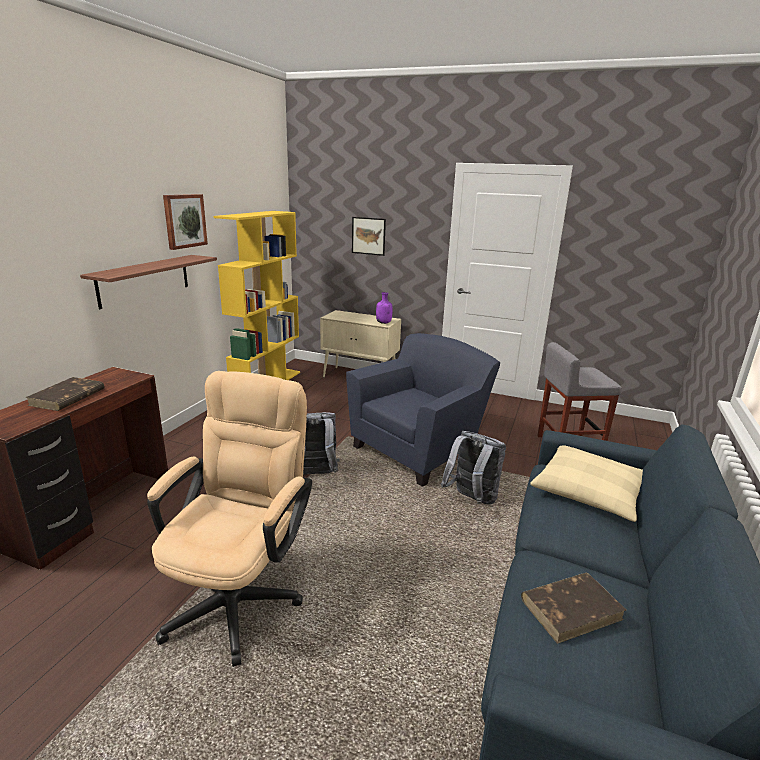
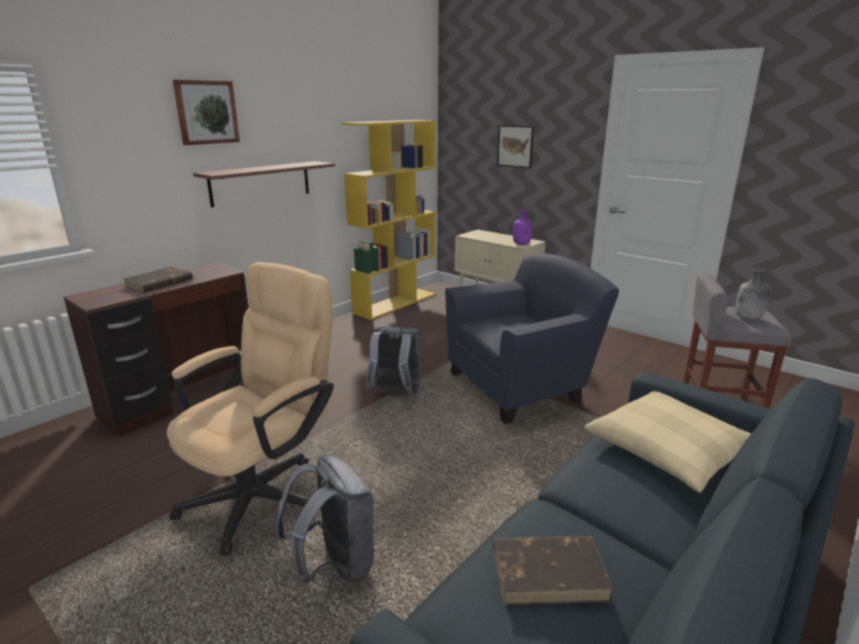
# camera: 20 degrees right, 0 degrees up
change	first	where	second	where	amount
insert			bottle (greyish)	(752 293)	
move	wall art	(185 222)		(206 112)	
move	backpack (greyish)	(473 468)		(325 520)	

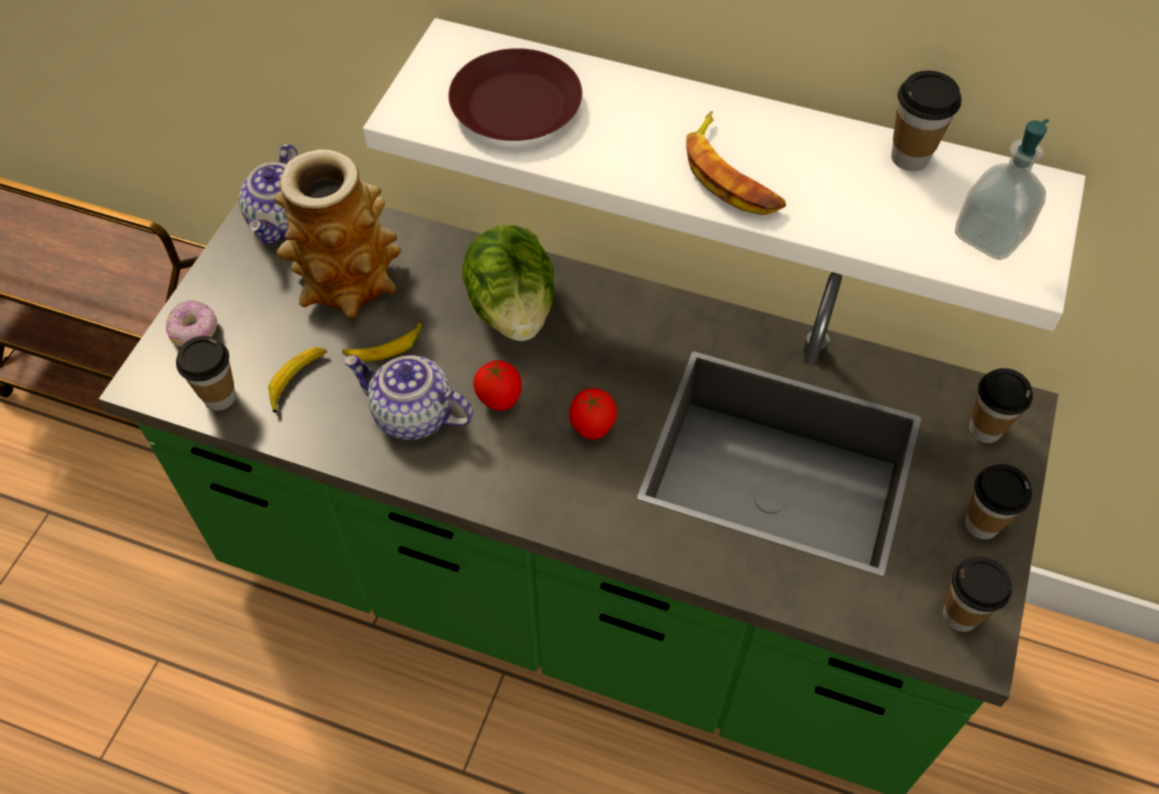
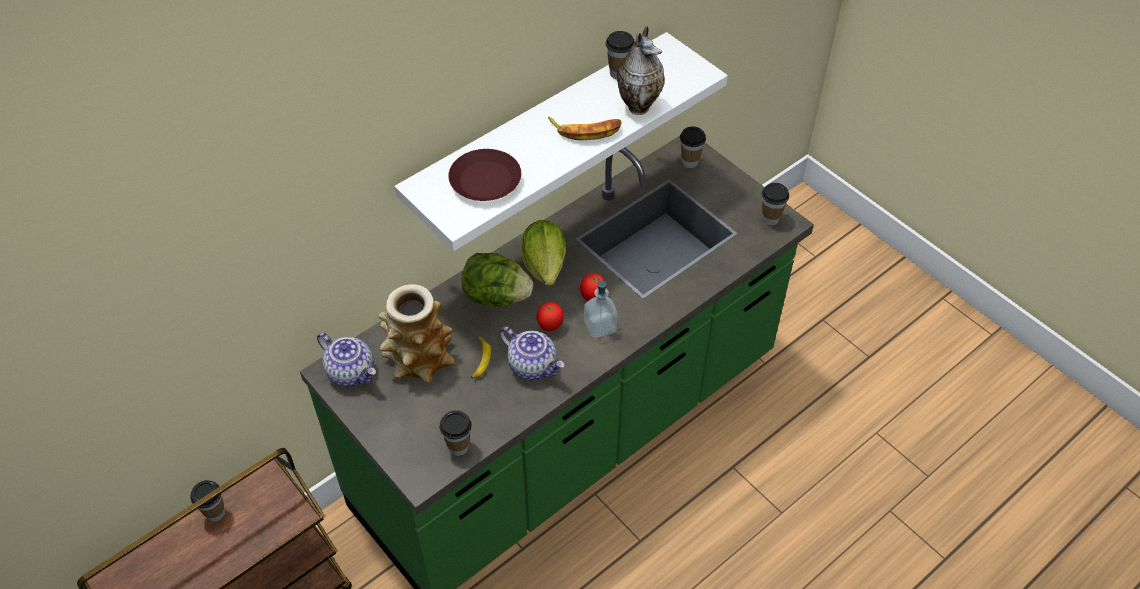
# camera: 60 degrees left, 5 degrees down
change	first	where	second	where	amount
delete	ring doughnut	(192 323)			
delete	banana	(297 380)			
insert			head of lettuce	(544 253)	
insert			vase	(641 70)	
move	soap dispenser	(1002 189)		(601 308)	
move	drinking cup	(998 501)		(207 501)	
rotate	pot for tea	(408 397)		(531 353)	105 degrees counterclockwise

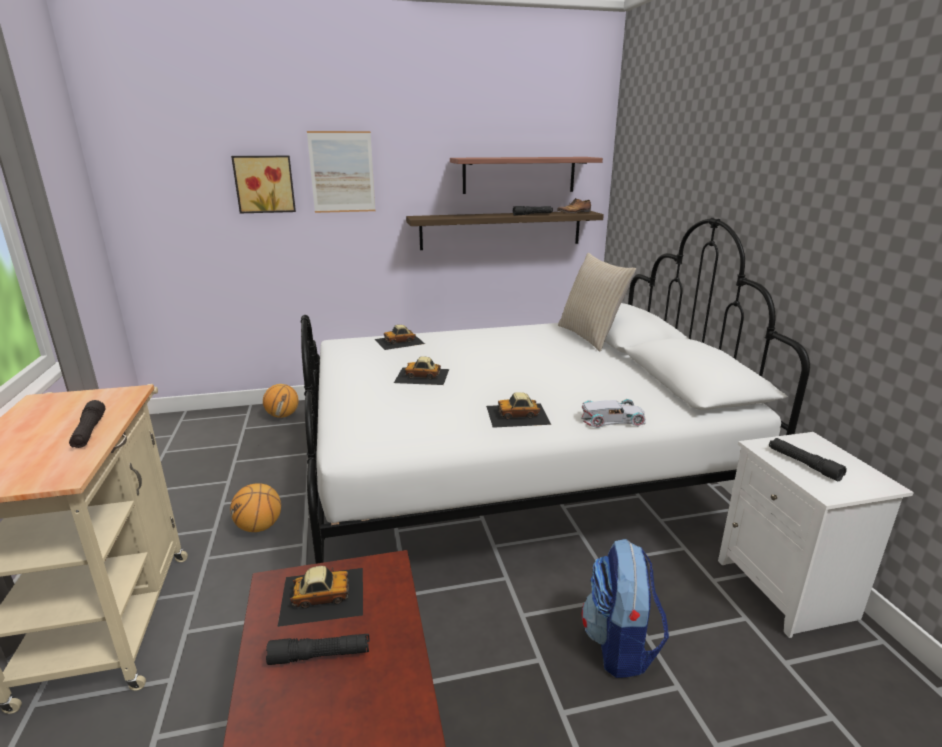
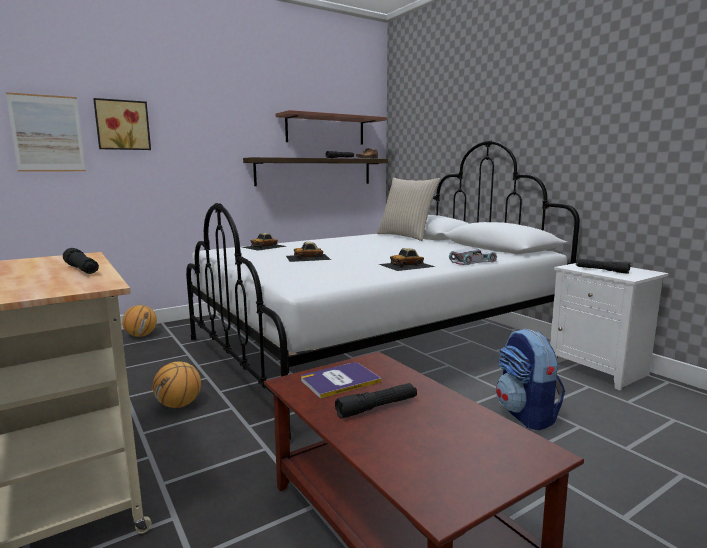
# camera: 20 degrees left, 10 degrees down
change	first	where	second	where	amount
move	wall art	(341 172)		(46 132)	
replace	miniature car	(320 596)	bound book	(341 381)	

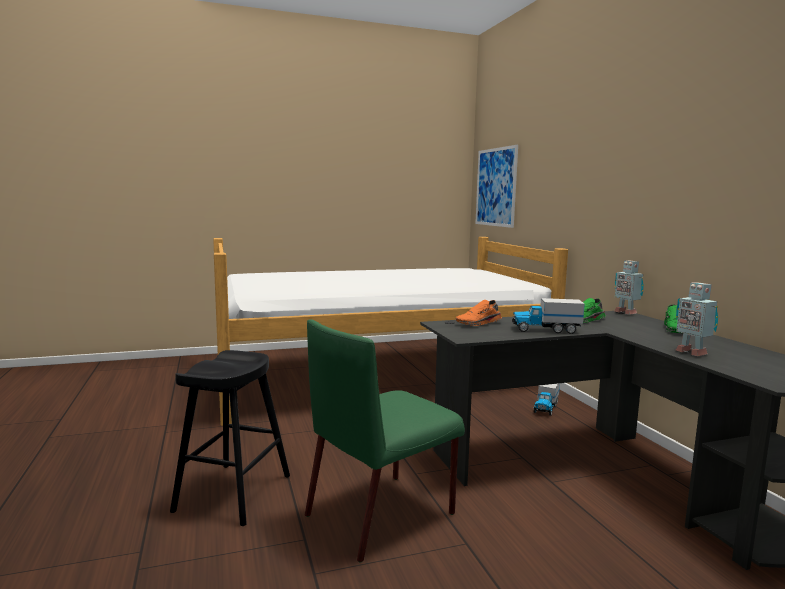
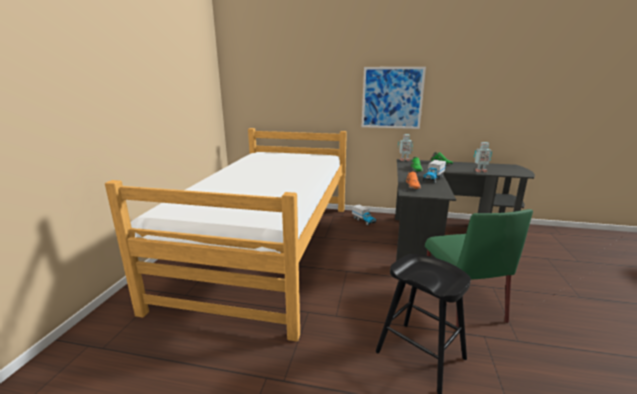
# camera: 60 degrees left, 10 degrees up
change	first	where	second	where	amount
move	wall art	(496 186)		(393 98)	

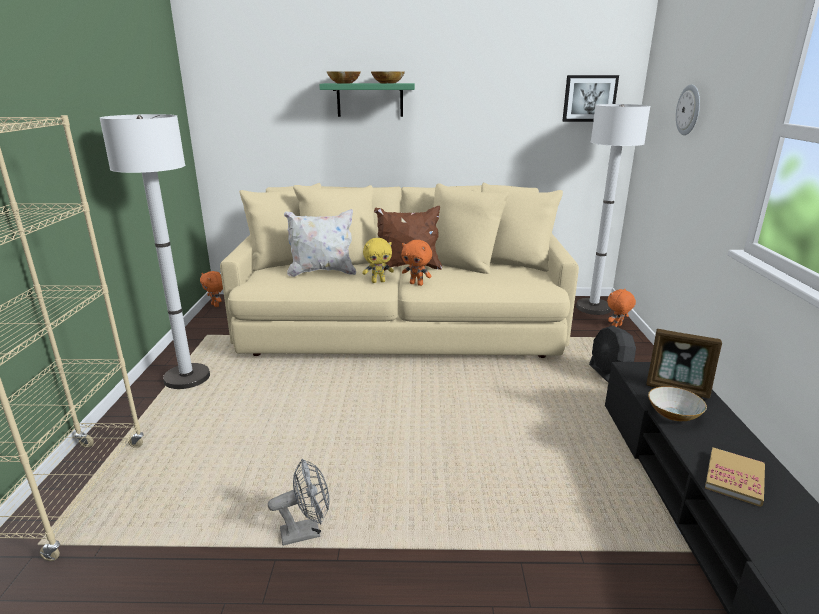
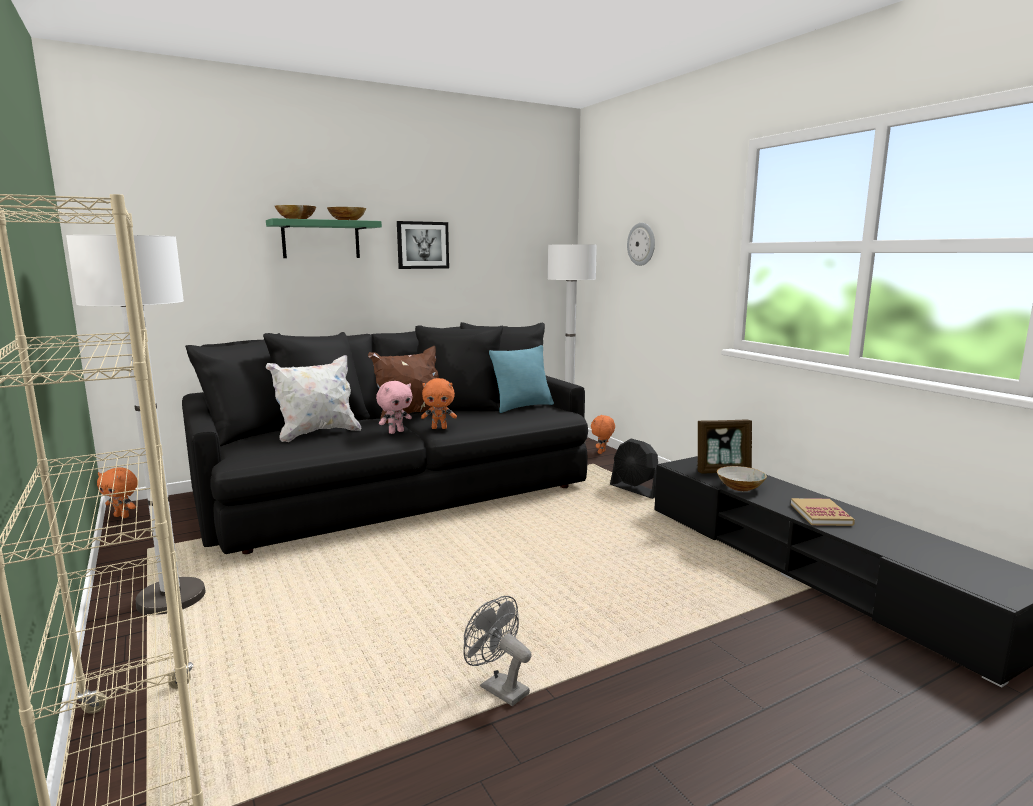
# camera: 30 degrees left, 10 degrees down
change	first	where	second	where	amount
insert			pillow (turquoise)	(521 379)	
move	wall art	(591 98)		(423 245)	
recolor	settee (sand-coloured)	(399 270)	settee (black-coloured)	(385 438)	
recolor	plush toy (yellowish)	(378 260)	plush toy (pink-coloured)	(394 407)	
rotate	cooling fan (greyish)	(299 502)		(498 651)	90 degrees counterclockwise

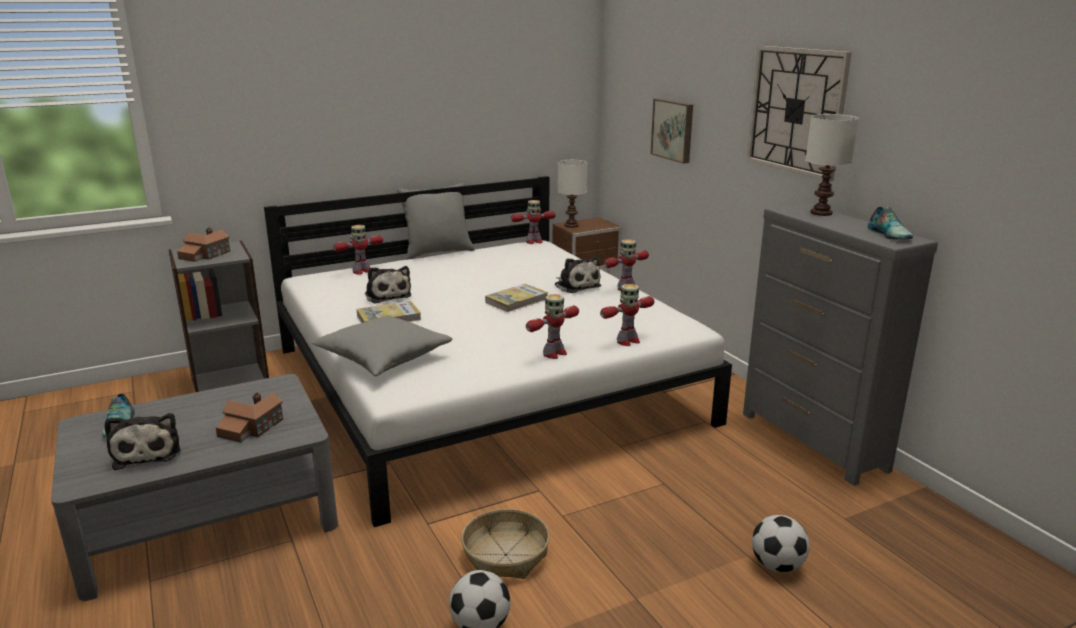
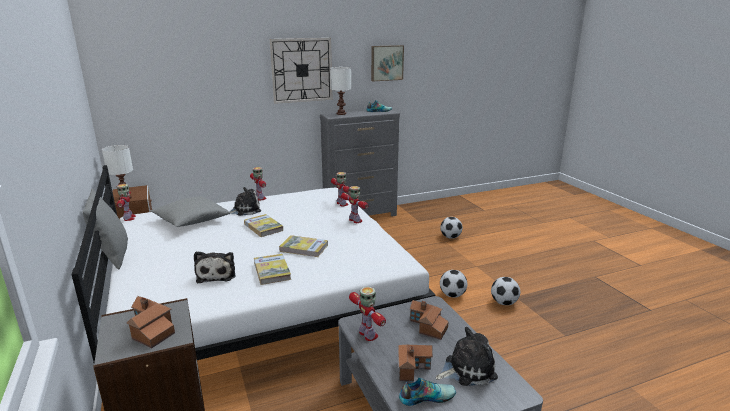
# camera: 85 degrees left, 0 degrees up
change	first	where	second	where	amount
insert			bound book	(303 246)	
insert			miniature house	(415 363)	
move	pillow (greyish)	(382 345)		(190 211)	
move	toy robot	(358 250)		(367 314)	
move	wall art	(671 131)		(387 63)	
replace	storage basket	(505 544)	ball for football	(453 284)	
rotate	plush toy	(388 285)		(215 267)	105 degrees clockwise

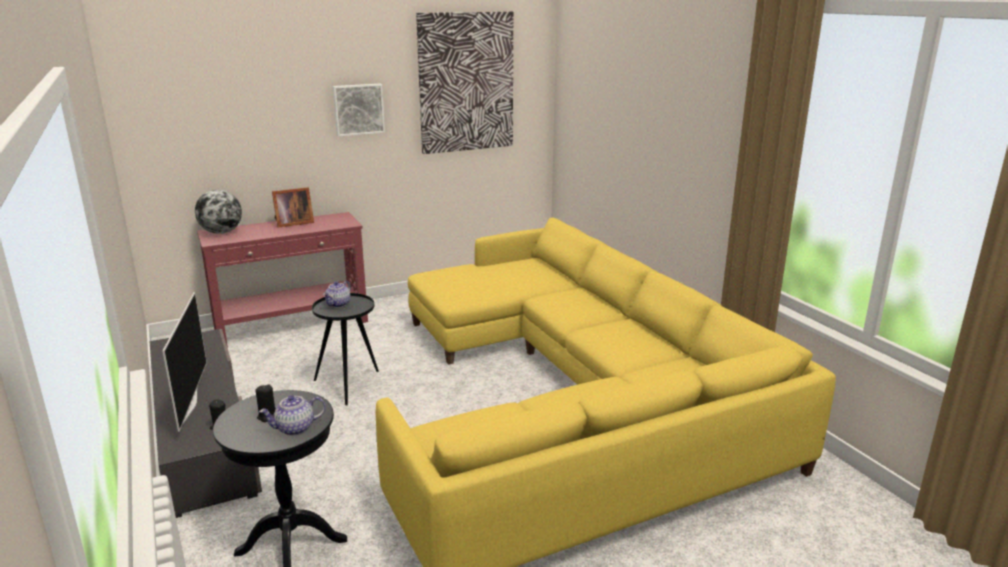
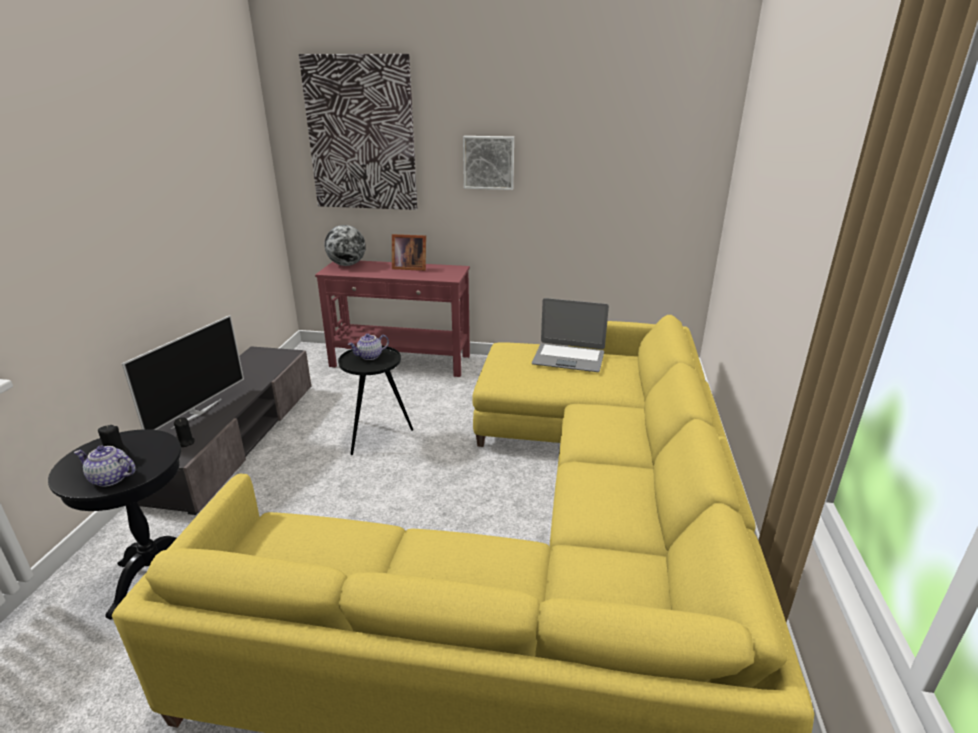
# camera: 35 degrees right, 5 degrees up
change	first	where	second	where	amount
insert			portable computer	(570 335)	
move	wall art	(464 82)		(358 132)	

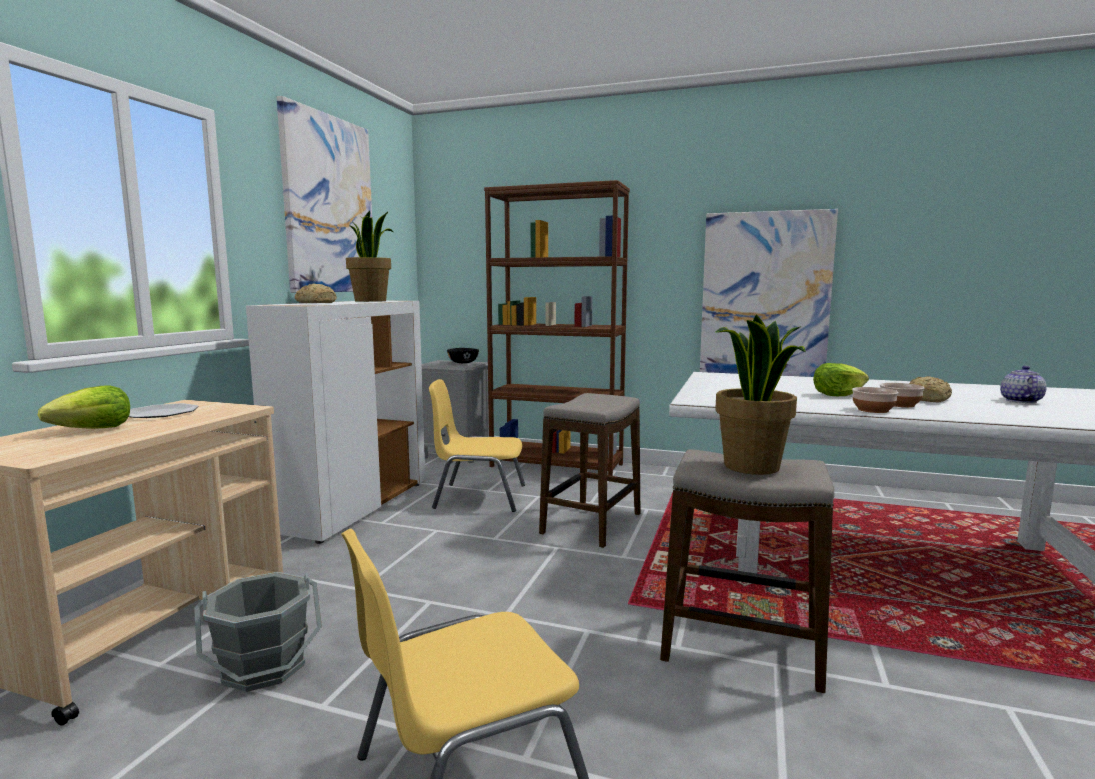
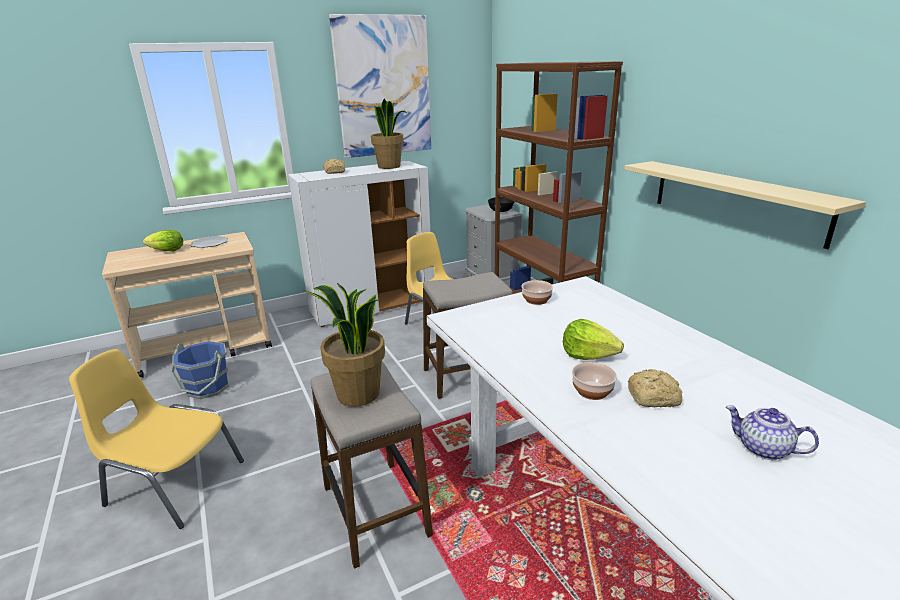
# camera: 45 degrees right, 15 degrees up
change	first	where	second	where	amount
move	serving bowl	(875 400)		(537 292)	
replace	wall art	(769 293)	shelf (sand-coloured)	(745 205)	
recolor	pail (greyish)	(258 632)	pail (bluish)	(199 370)	
rotate	pot for tea	(1023 384)		(772 432)	120 degrees counterclockwise

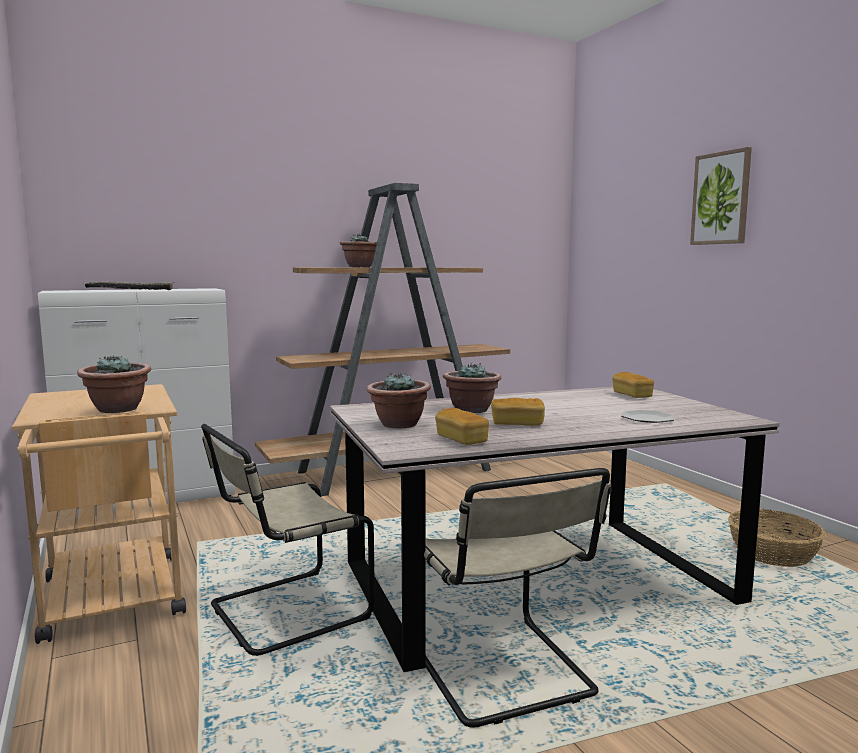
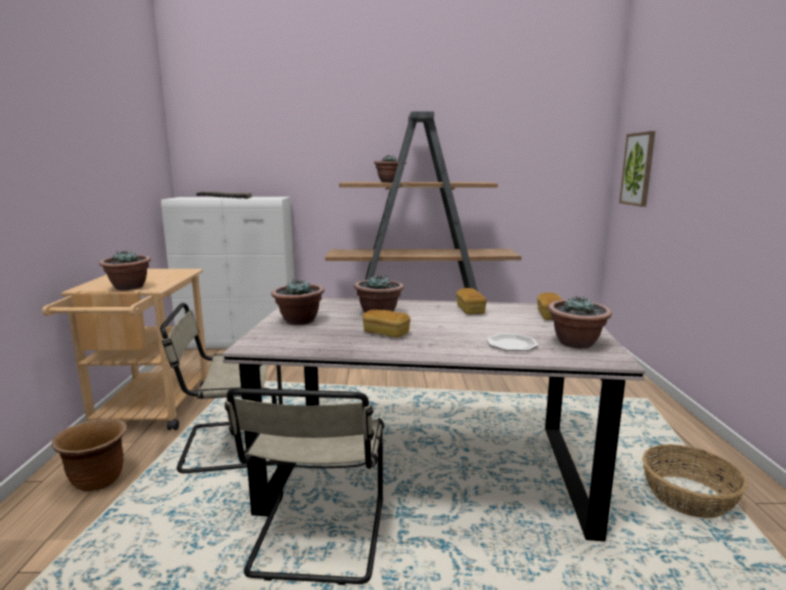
# camera: 25 degrees right, 5 degrees up
change	first	where	second	where	amount
insert			plant pot (brownish)	(89 455)	
insert			potted plant	(580 322)	
move	bakery bread	(462 426)		(471 301)	
move	wall art	(721 196)		(637 169)	

